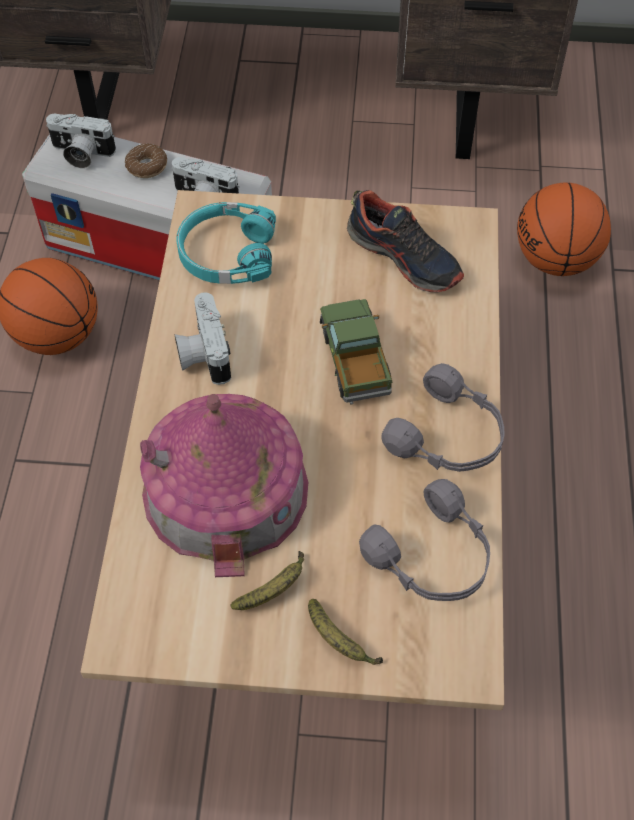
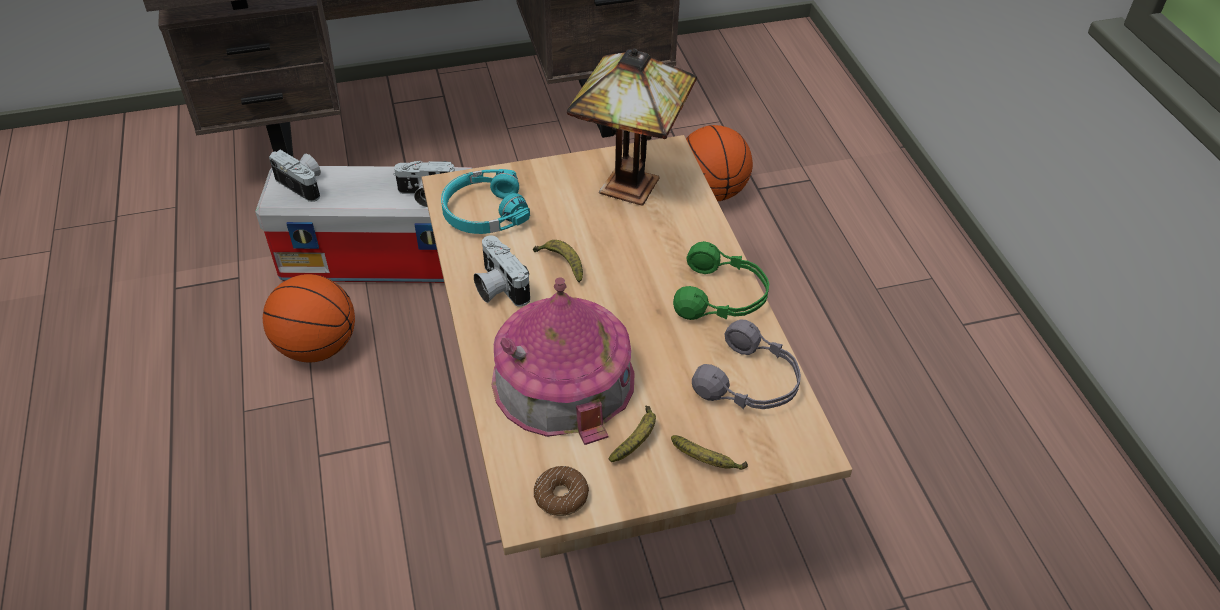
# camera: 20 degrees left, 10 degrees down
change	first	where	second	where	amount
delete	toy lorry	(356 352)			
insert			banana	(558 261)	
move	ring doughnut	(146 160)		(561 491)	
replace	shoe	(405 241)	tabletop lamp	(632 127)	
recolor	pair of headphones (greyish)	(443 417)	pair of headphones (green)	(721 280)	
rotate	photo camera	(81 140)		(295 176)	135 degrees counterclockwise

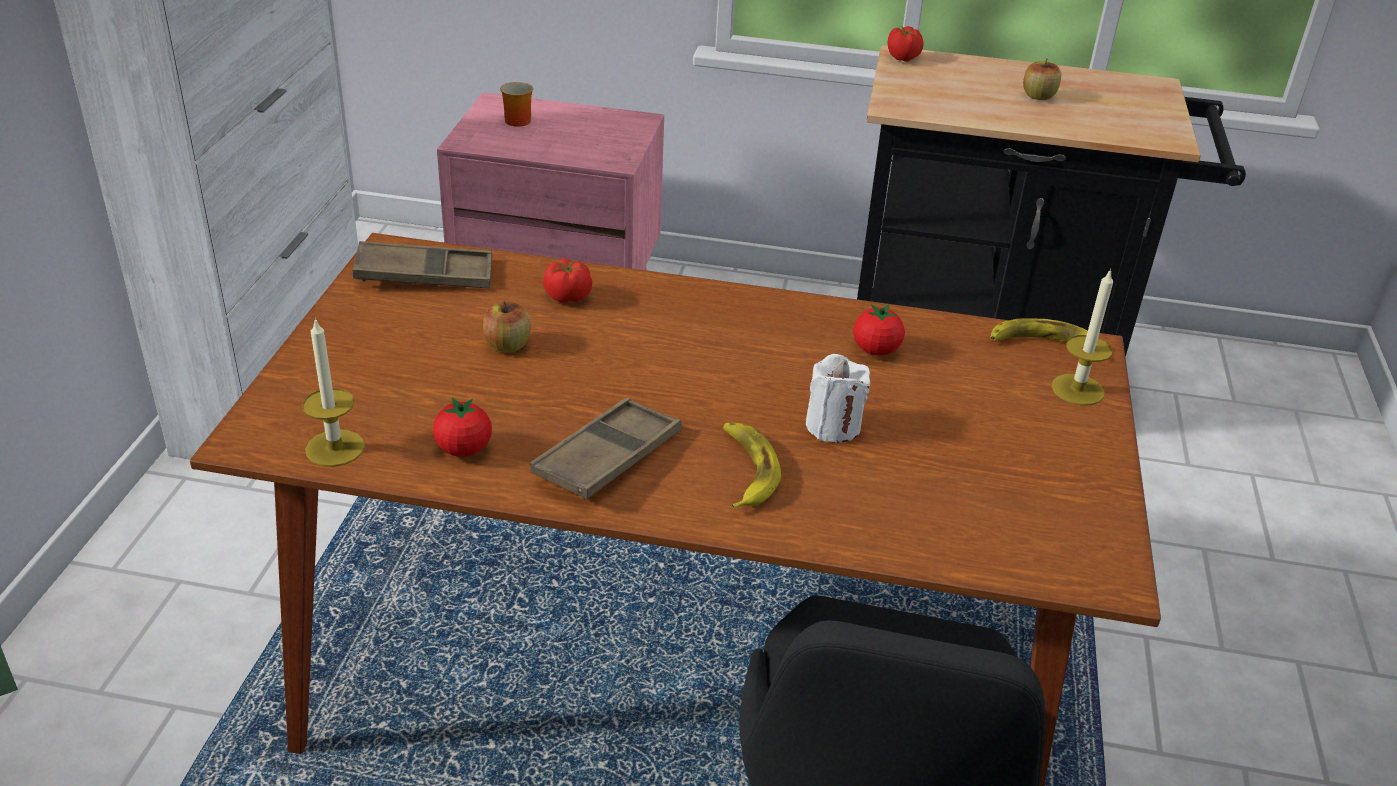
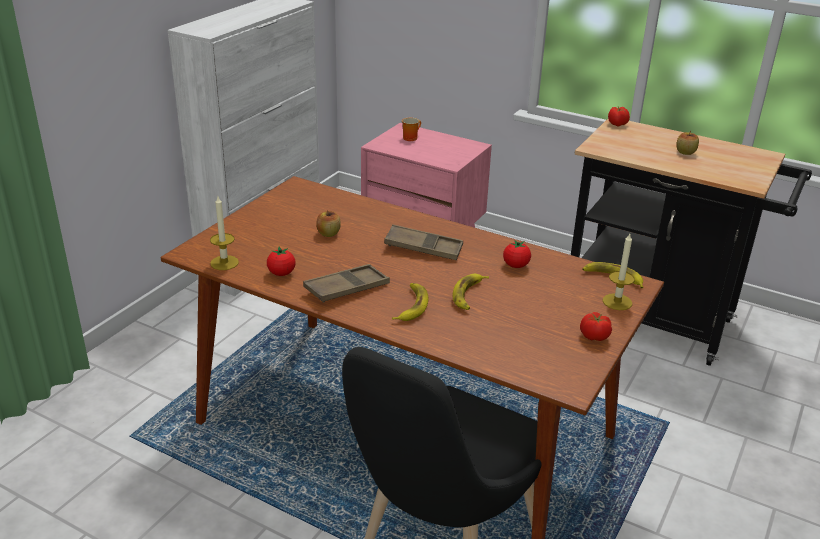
# camera: 20 degrees right, 5 degrees down
change	first	where	second	where	amount
move	carrying tray (brownish)	(422 264)		(423 242)	
move	tomato	(568 281)		(596 326)	
replace	candle (whitish)	(838 398)	banana	(470 292)	

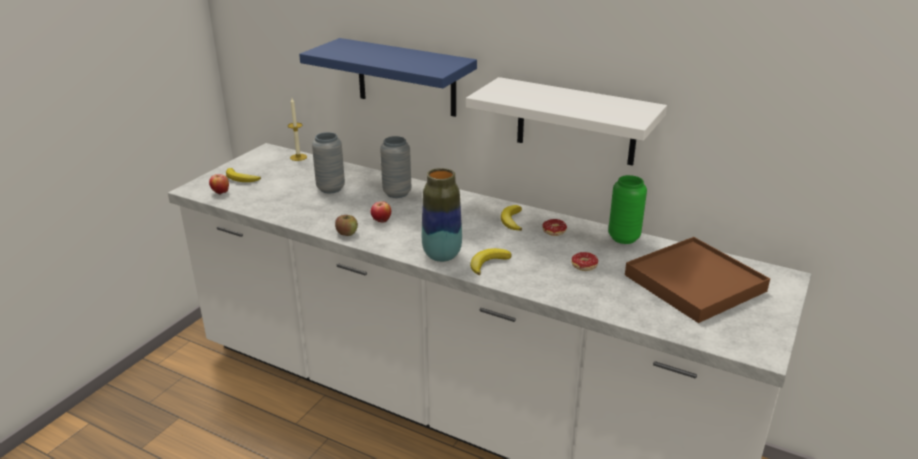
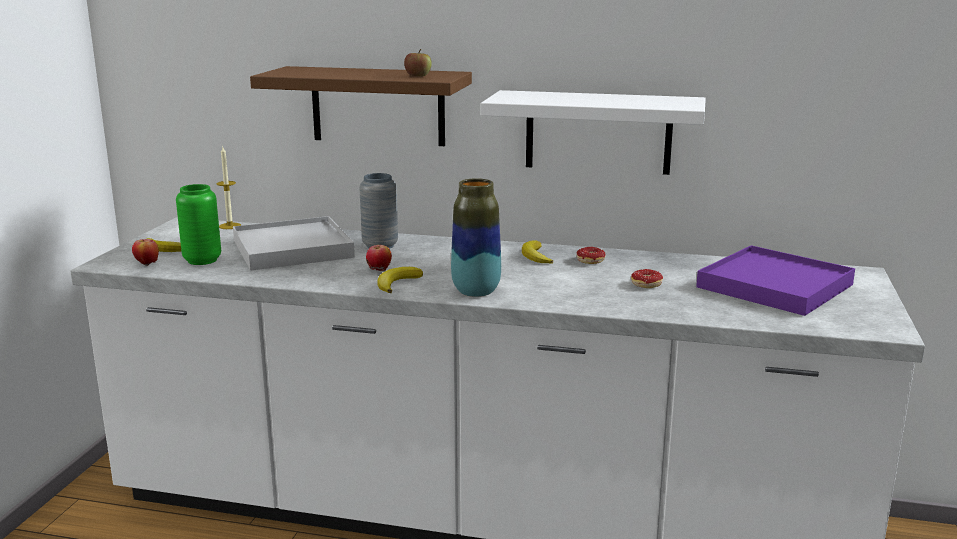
# camera: 15 degrees left, 10 degrees down
change	first	where	second	where	amount
move	apple fruit	(346 225)		(418 62)	
move	banana	(490 261)		(400 280)	
move	vase (green)	(627 209)		(198 224)	
replace	vase (greyish)	(328 162)	carrying tray (whitish)	(294 243)	
recolor	shelf (bluish)	(388 77)	shelf (brownish)	(361 106)	
recolor	carrying tray (brownish)	(697 280)	carrying tray (purple-coloured)	(775 280)	

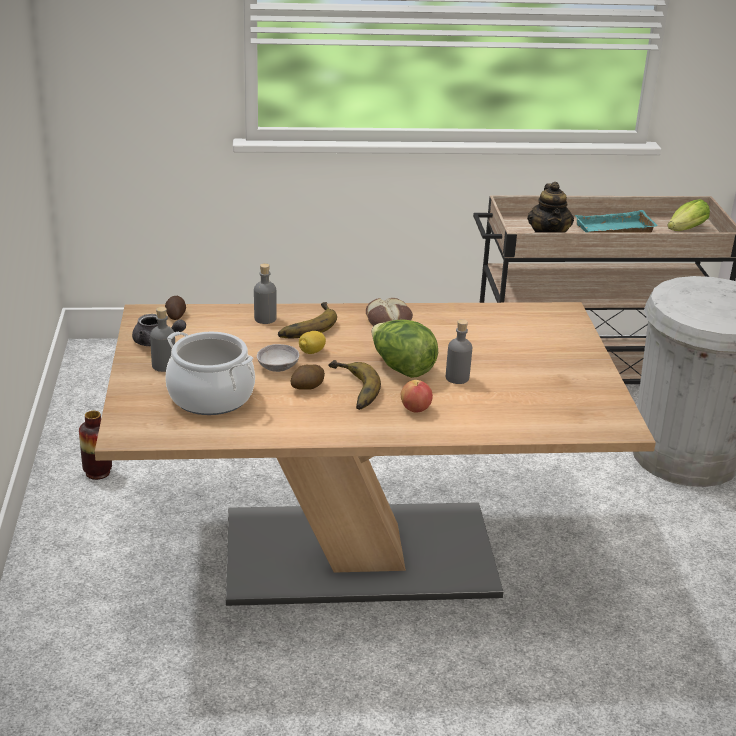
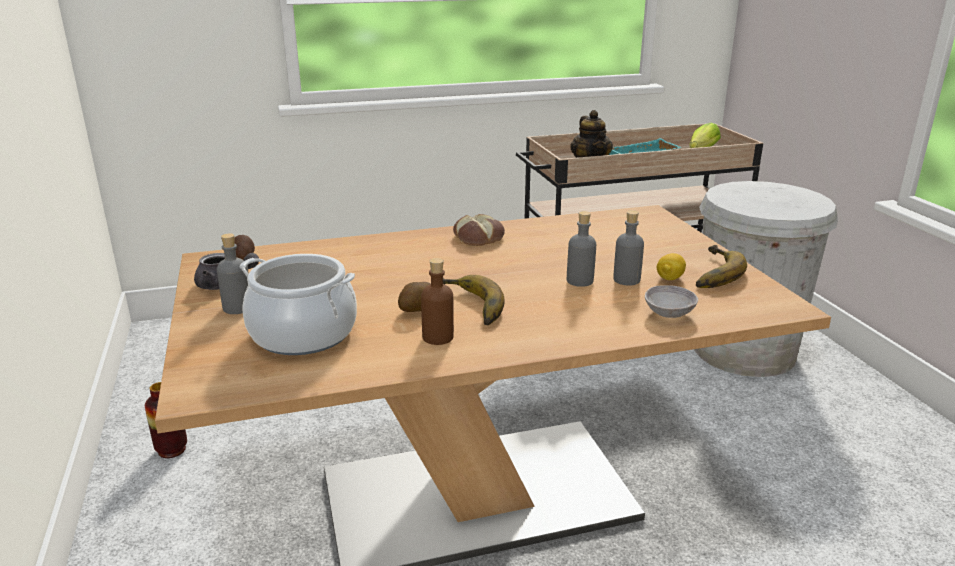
# camera: 10 degrees left, 5 degrees down
change	first	where	second	where	amount
delete	head of lettuce	(405 348)			
delete	apple fruit	(417 396)			
insert			bottle (brownish)	(437 301)	
move	bottle (greyish)	(265 293)		(628 248)	
move	serving bowl (greyish)	(278 358)		(671 301)	
move	banana	(307 320)		(721 266)	
move	lemon	(312 342)		(671 266)	

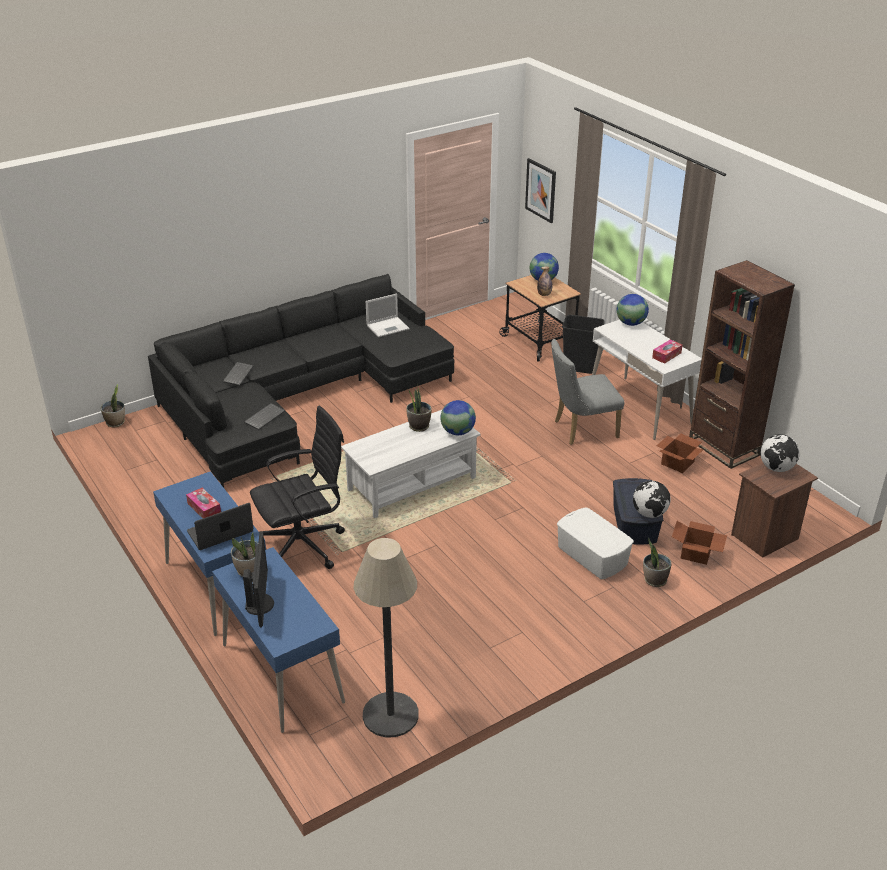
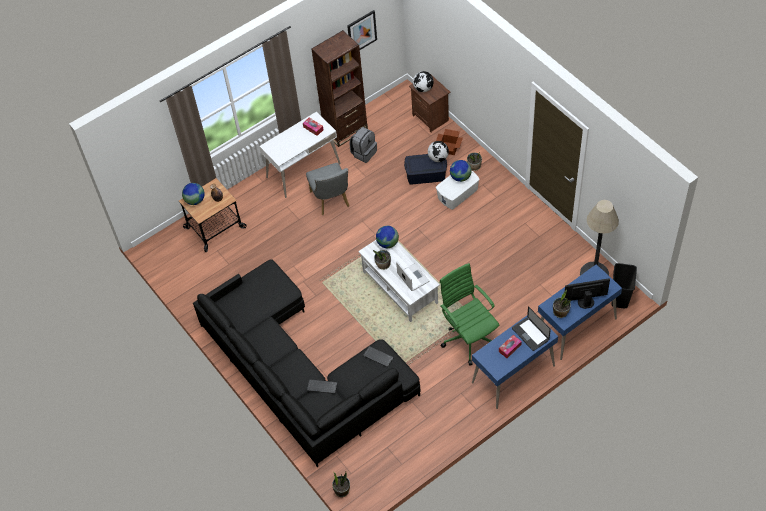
# camera: 90 degrees left, 20 degrees up
change	first	where	second	where	amount
move	portable computer	(387 315)		(412 276)	
move	wall art	(540 190)		(362 30)	
move	waste bin (black-coloured)	(583 344)		(624 285)	
move	globe	(633 310)		(461 171)	
replace	carton	(680 453)	backpack (greyish)	(363 145)	
recolor	desk chair (black-coloured)	(297 487)	desk chair (green)	(469 314)	

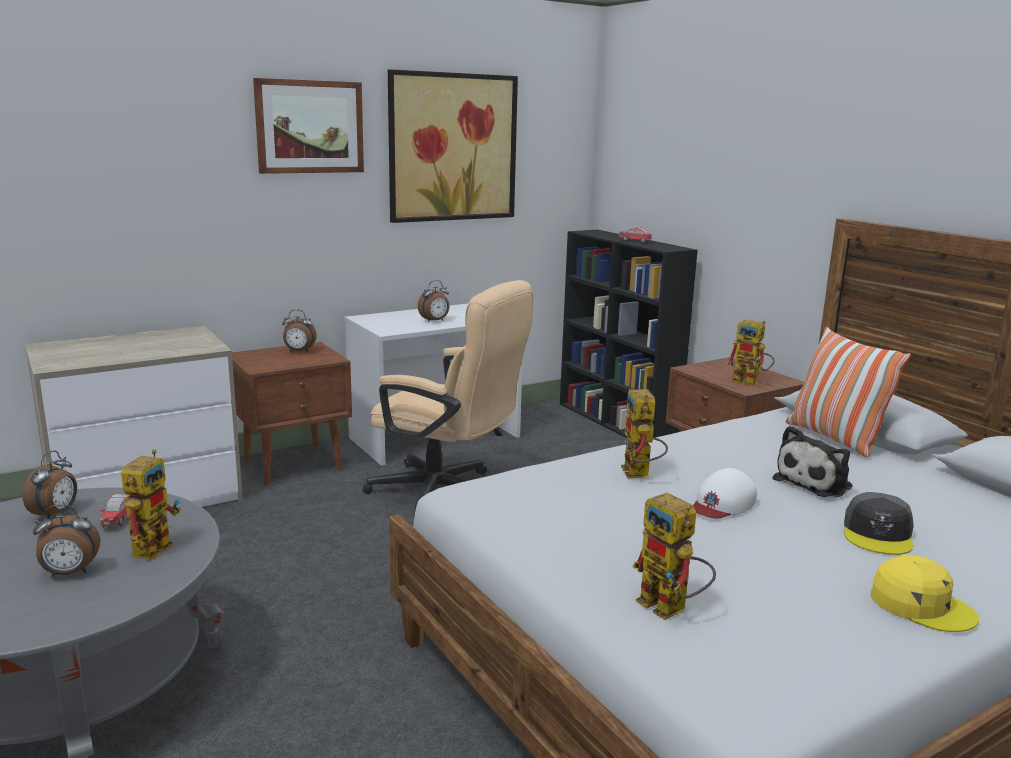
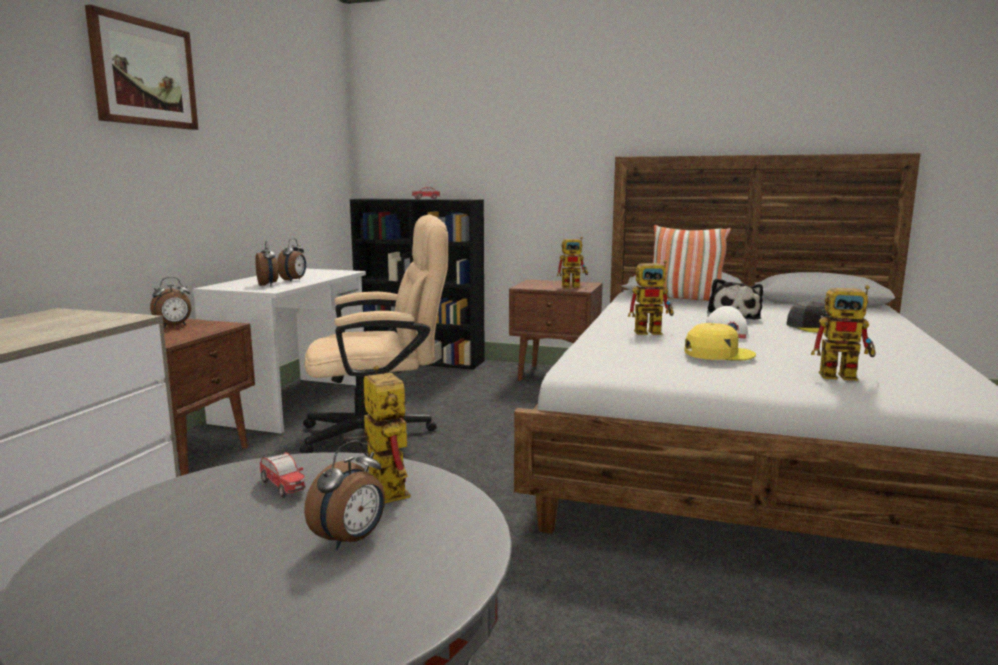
# camera: 40 degrees left, 5 degrees down
change	first	where	second	where	amount
delete	wall art	(453 146)			
move	table clock	(50 484)		(267 263)	
move	peaked cap (yellowish)	(925 593)		(720 342)	
rotate	toy robot	(644 433)		(651 297)	45 degrees counterclockwise

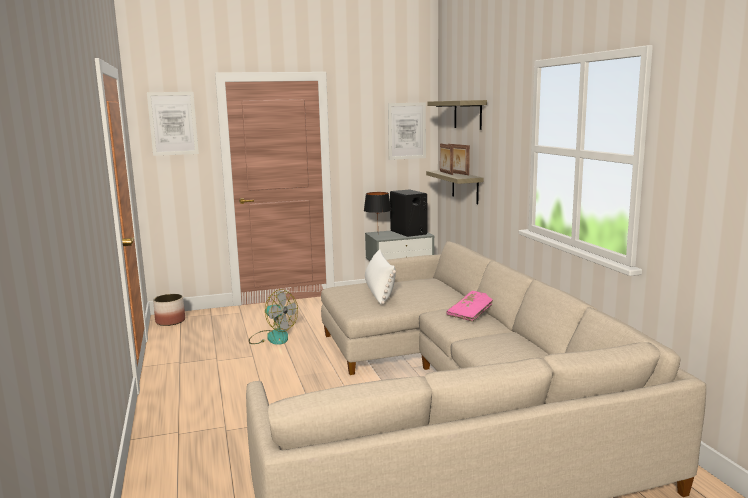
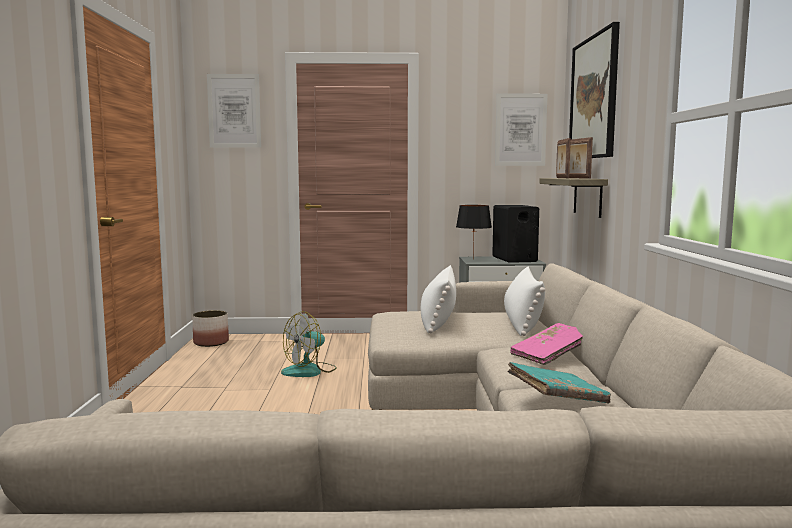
# camera: 15 degrees right, 5 degrees down
change	first	where	second	where	amount
insert			pillow (whitish)	(524 301)	
insert			bound book (turquoise)	(559 383)	
replace	shelf	(457 115)	wall art	(594 90)	
rotate	cooling fan	(273 317)		(309 344)	90 degrees clockwise

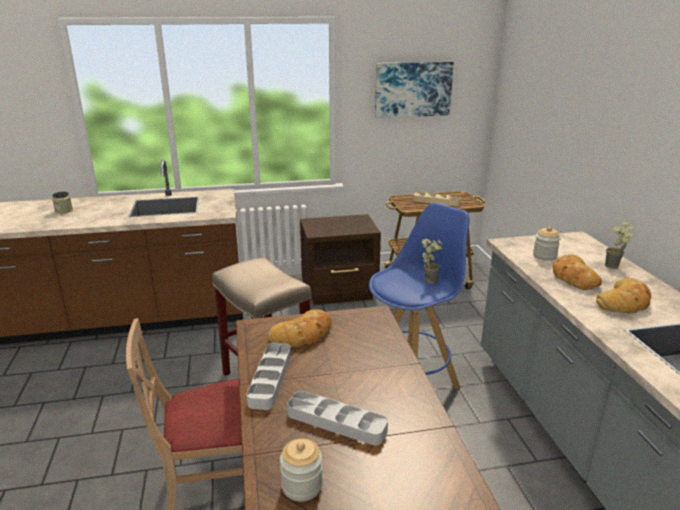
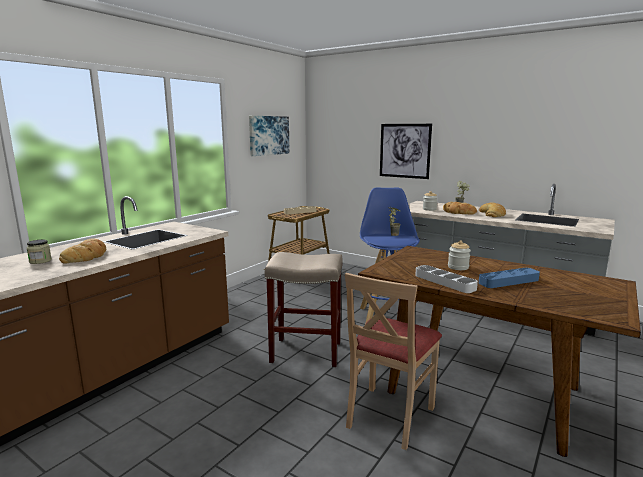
# camera: 45 degrees left, 10 degrees down
change	first	where	second	where	amount
delete	bedside table (brownish)	(340 259)			
insert			wall art	(406 151)	
move	bakery bread	(300 328)		(82 251)	
move	jar	(301 470)		(459 255)	
recolor	carrying tray (greyish)	(338 418)	carrying tray (bluish)	(509 278)	

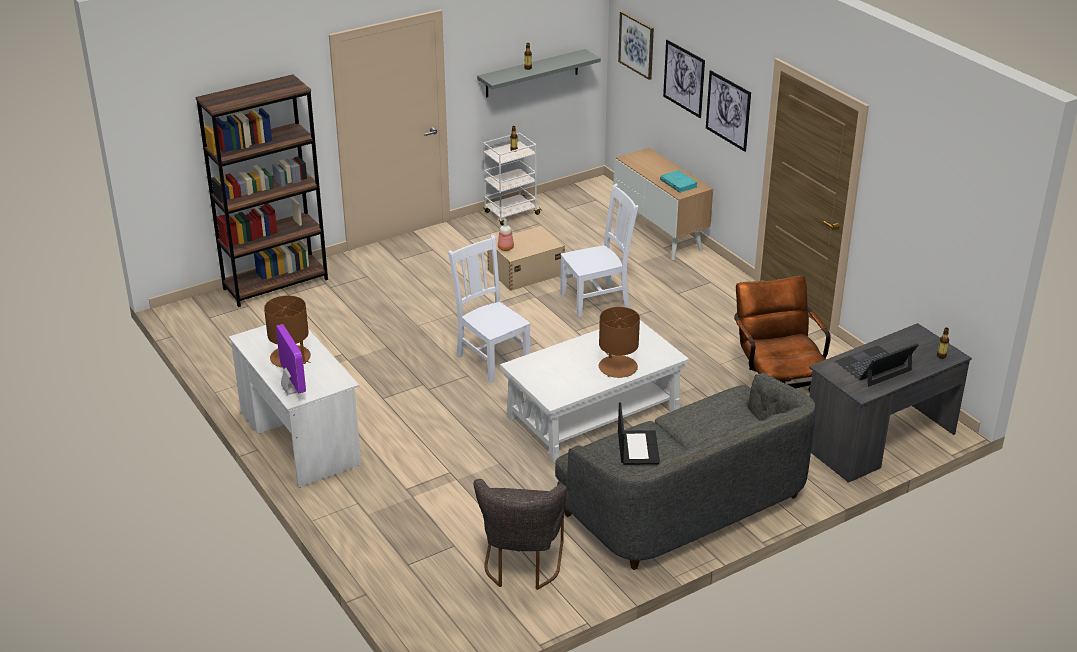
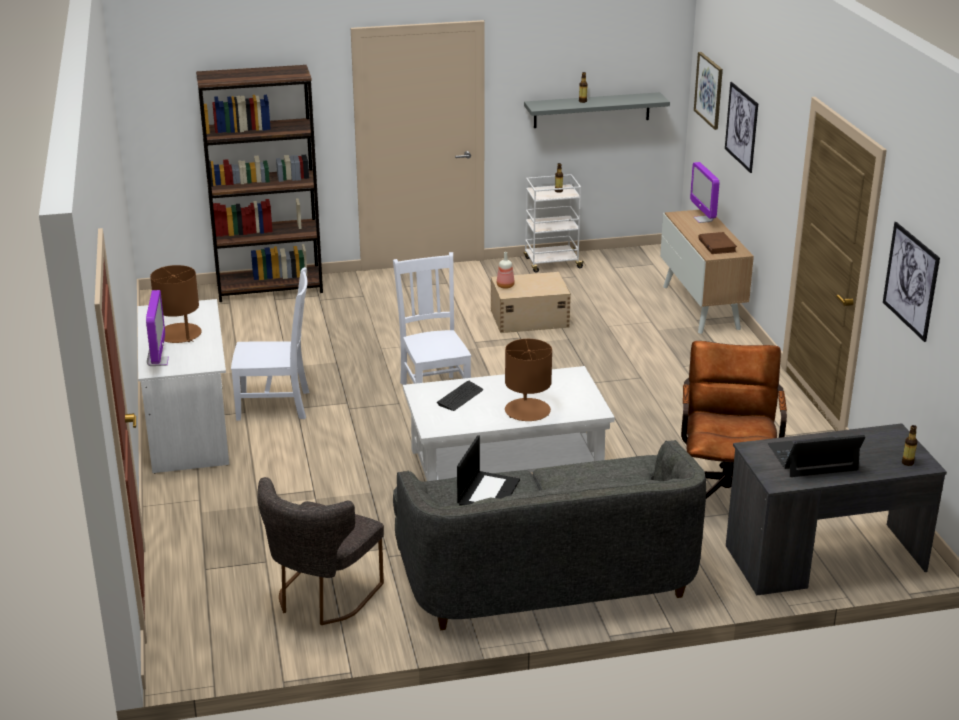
# camera: 20 degrees right, 5 degrees down
change	first	where	second	where	amount
insert			computer keyboard	(460 396)	
insert			computer display	(704 192)	
move	upright chair (whitish)	(599 250)		(270 344)	
move	wall art	(728 111)		(911 282)	
recolor	bound book (turquoise)	(679 181)	bound book (brownish)	(717 243)	

